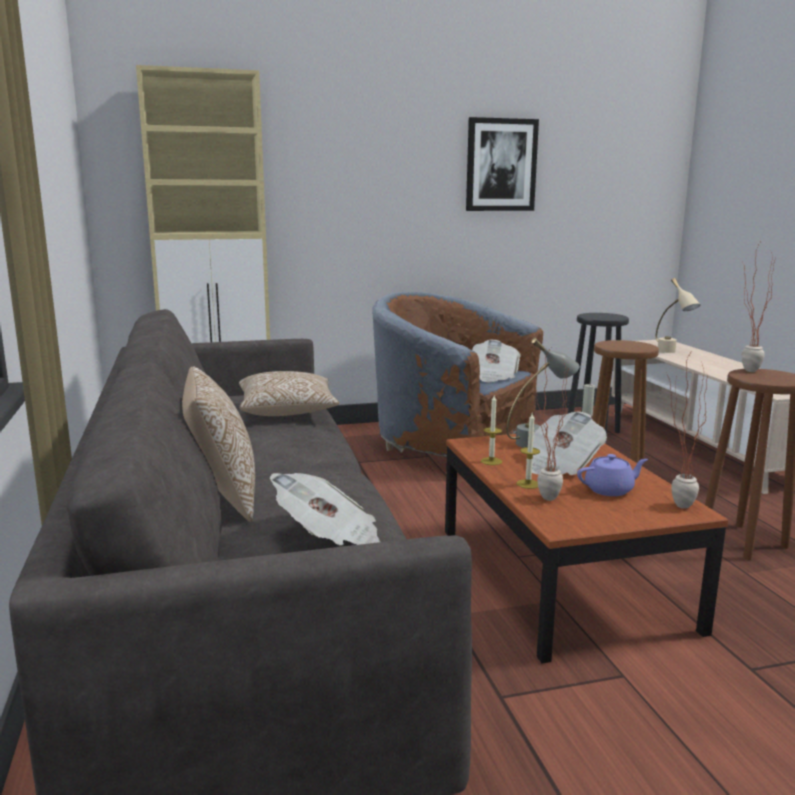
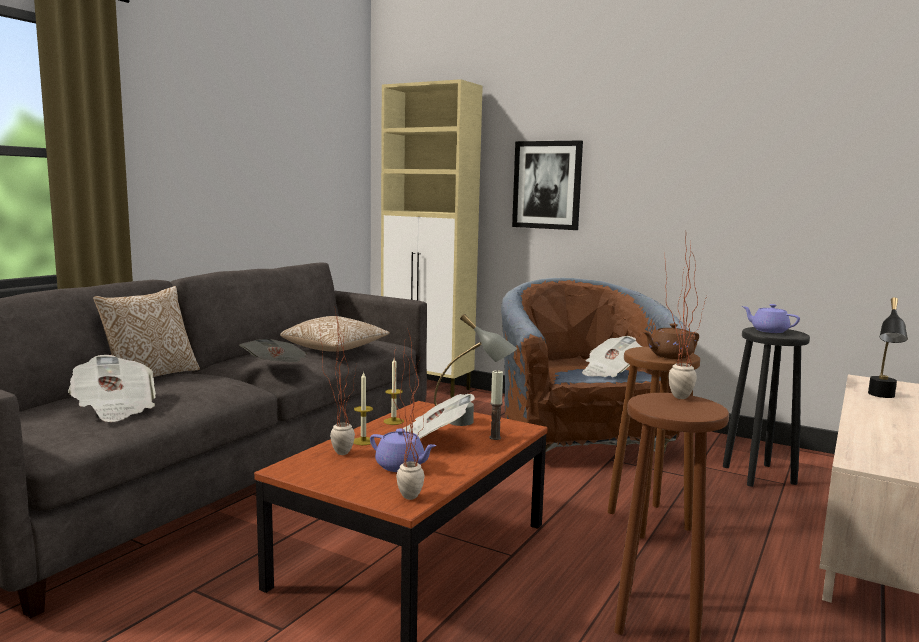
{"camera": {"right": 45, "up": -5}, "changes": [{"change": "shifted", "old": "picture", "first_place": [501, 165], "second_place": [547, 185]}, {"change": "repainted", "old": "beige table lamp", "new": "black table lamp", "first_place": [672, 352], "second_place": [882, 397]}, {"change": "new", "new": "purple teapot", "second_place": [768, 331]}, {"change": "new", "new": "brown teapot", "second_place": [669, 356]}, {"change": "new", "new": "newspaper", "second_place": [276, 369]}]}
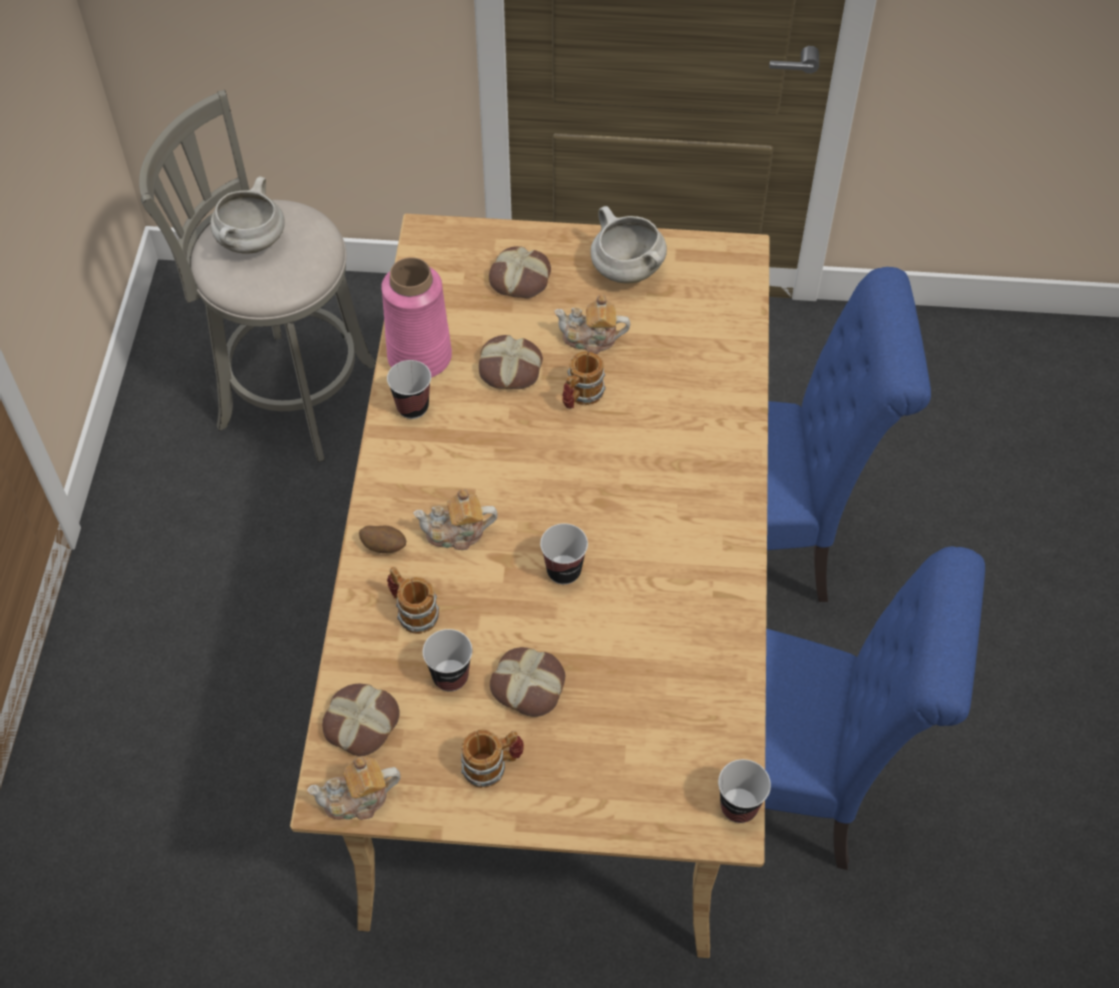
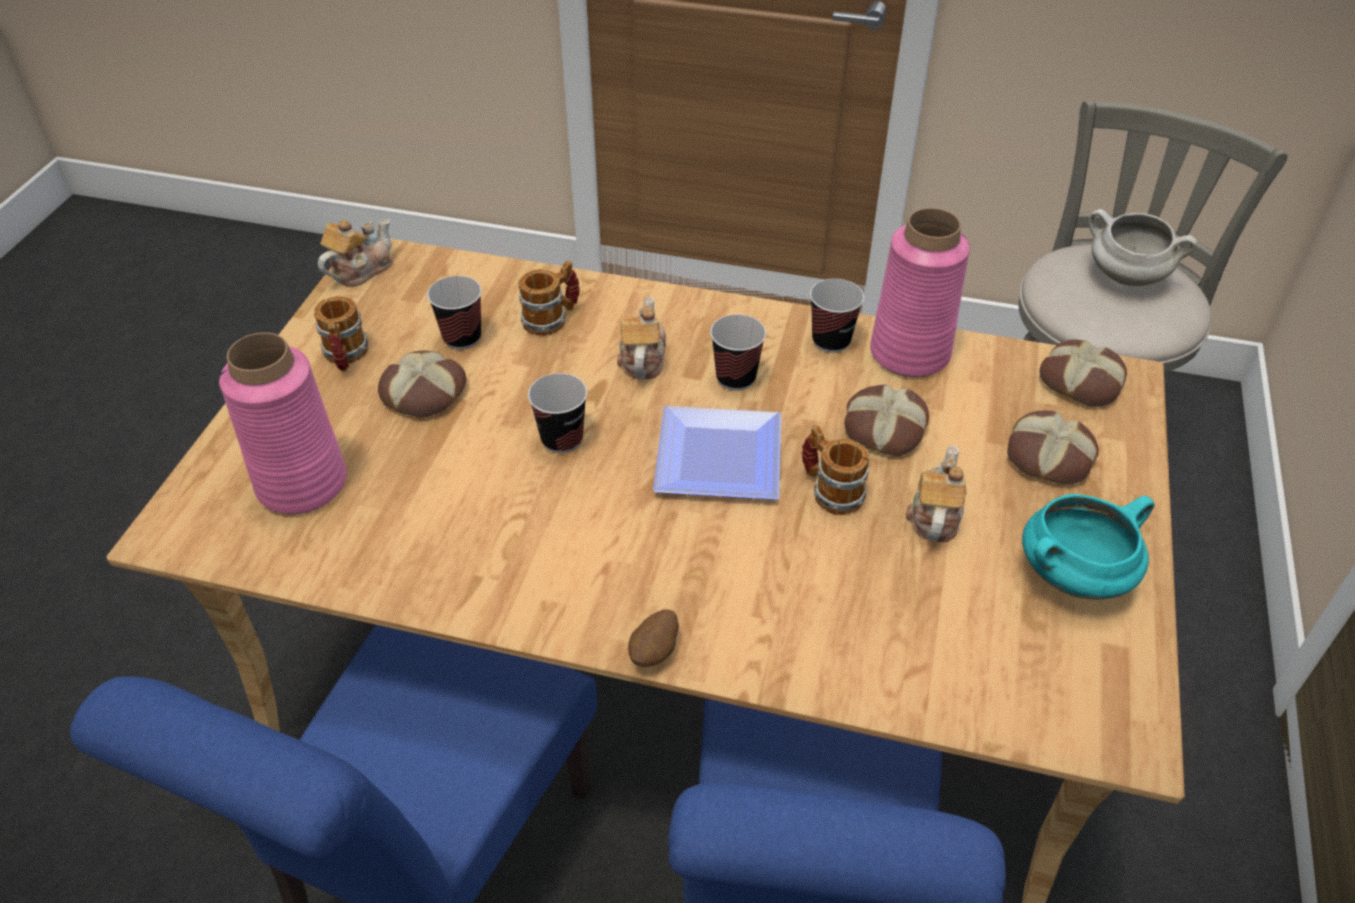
{"camera": {"right": 100, "up": -10}, "changes": [{"change": "repainted", "old": "white cooking pot", "new": "turquoise cooking pot", "first_place": [625, 270], "second_place": [1074, 575]}, {"change": "shifted", "old": "potato", "first_place": [384, 546], "second_place": [655, 652]}, {"change": "shifted", "old": "bread", "first_place": [360, 722], "second_place": [1082, 380]}, {"change": "rotated", "old": "teapot", "first_place": [357, 799], "second_place": [360, 270], "degrees": 45}, {"change": "shifted", "old": "cup", "first_place": [739, 806], "second_place": [735, 378]}, {"change": "new", "new": "pink vase", "second_place": [302, 484]}, {"change": "new", "new": "plate", "second_place": [723, 454]}]}
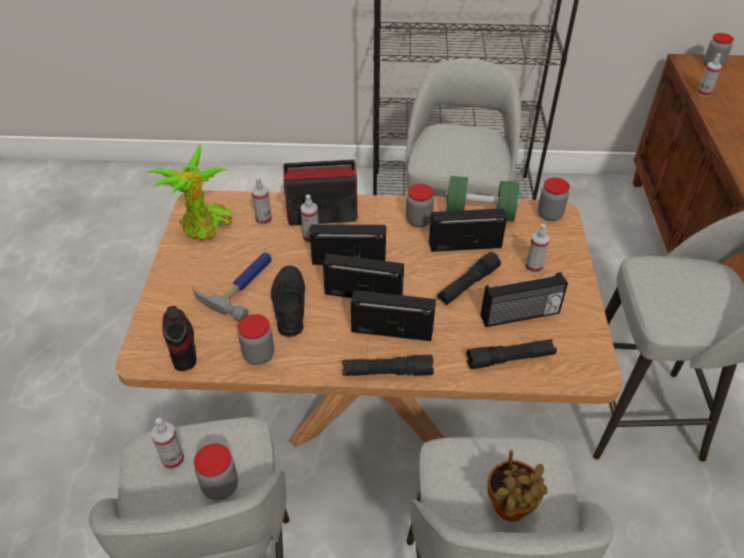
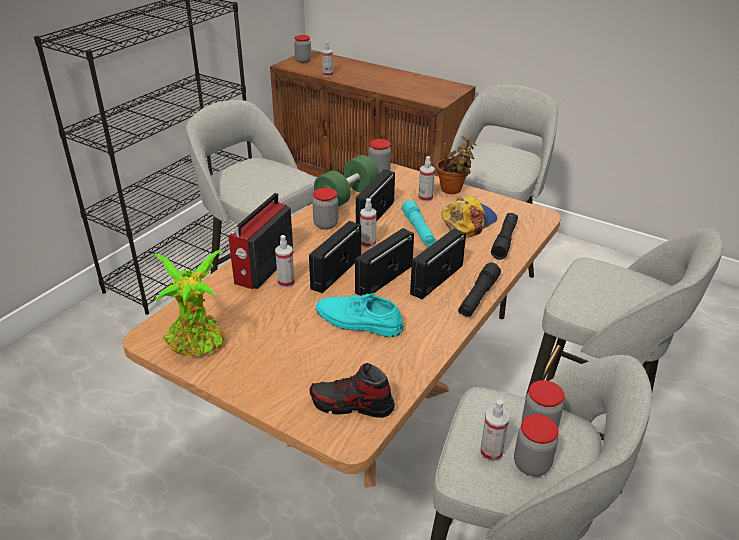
{"camera": {"right": -60, "up": -10}, "changes": [{"change": "shifted", "old": "spray bottle", "first_place": [263, 219], "second_place": [368, 243]}, {"change": "gone", "old": "hammer", "first_place": [240, 285]}, {"change": "repainted", "old": "black flashlight", "new": "turquoise flashlight", "first_place": [468, 285], "second_place": [418, 230]}, {"change": "repainted", "old": "black shoe", "new": "turquoise shoe", "first_place": [289, 303], "second_place": [358, 321]}, {"change": "swapped", "old": "radio", "new": "cap", "first_place": [520, 316], "second_place": [468, 221]}, {"change": "shifted", "old": "jar", "first_place": [259, 355], "second_place": [531, 464]}, {"change": "shifted", "old": "potted plant", "first_place": [509, 510], "second_place": [453, 190]}]}
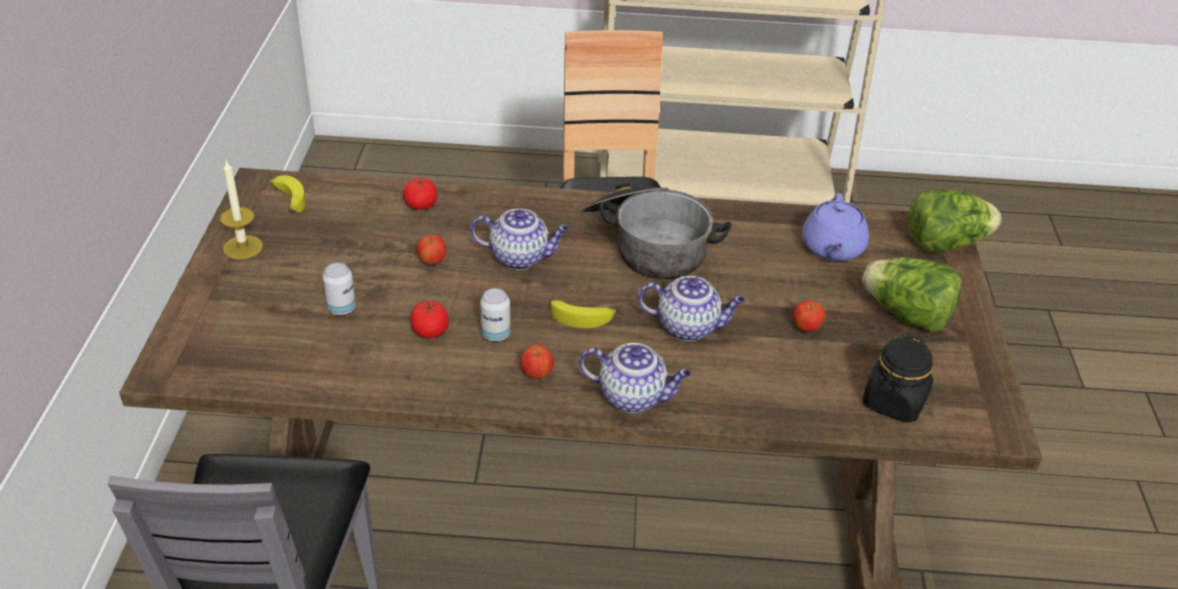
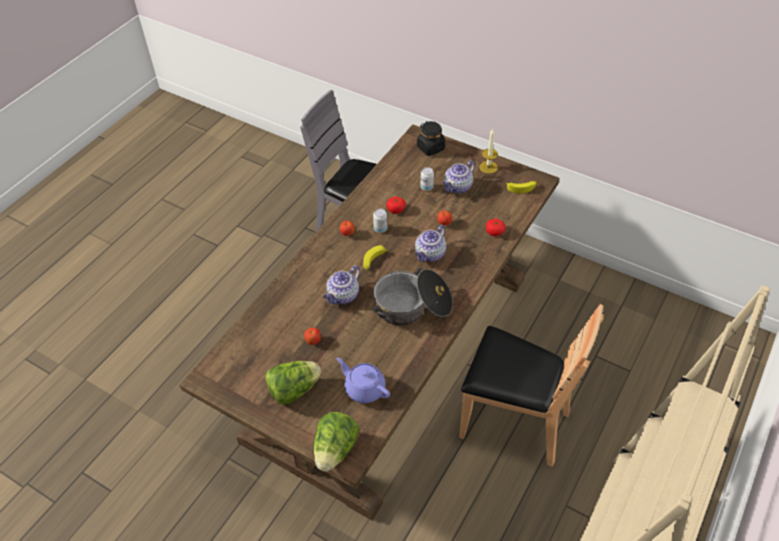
{"camera": {"right": 120, "up": 10}, "changes": [{"change": "shifted", "old": "black jar", "first_place": [894, 402], "second_place": [430, 148]}, {"change": "shifted", "old": "teapot", "first_place": [633, 397], "second_place": [458, 187]}]}
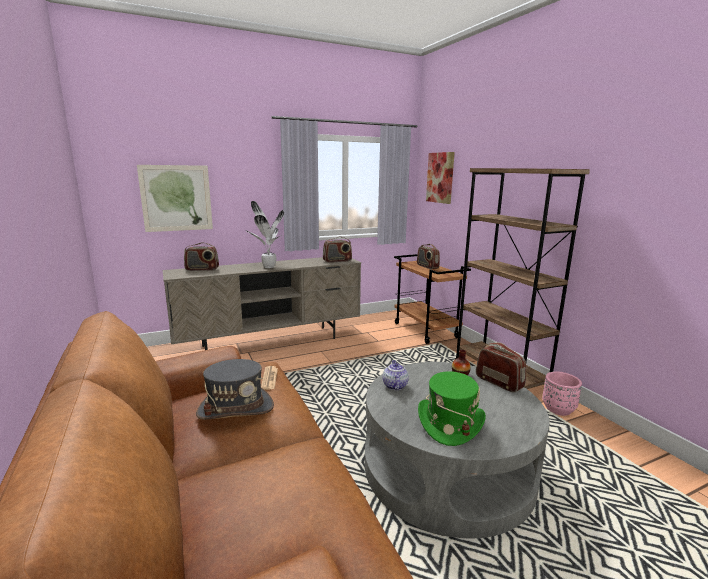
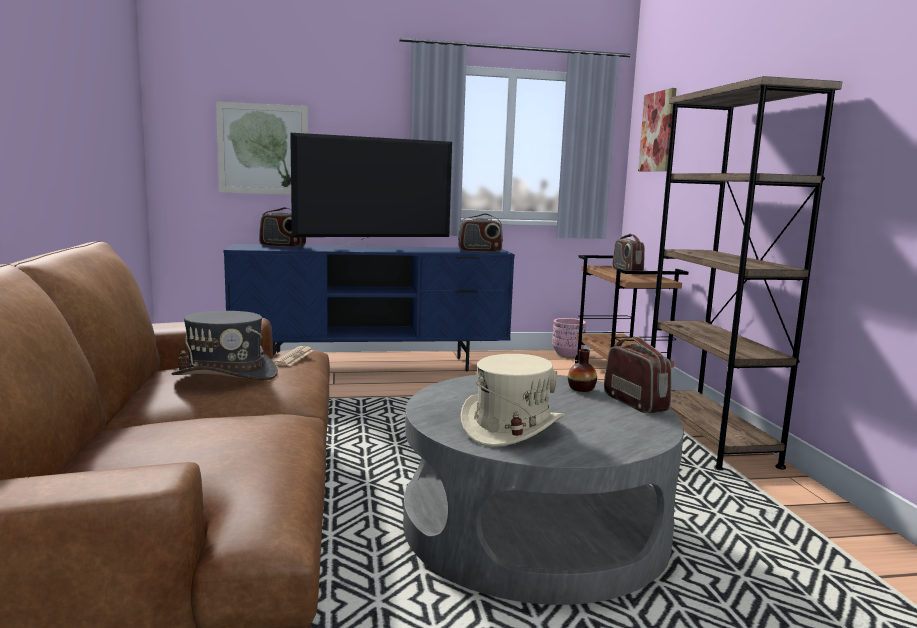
{"camera": {"right": 15, "up": -5}, "changes": [{"change": "swapped", "old": "potted plant", "new": "television", "first_place": [268, 266], "second_place": [373, 249]}, {"change": "repainted", "old": "beige tv stand", "new": "blue tv stand", "first_place": [271, 342], "second_place": [373, 365]}, {"change": "gone", "old": "teapot", "first_place": [394, 385]}, {"change": "repainted", "old": "green hat", "new": "beige hat", "first_place": [449, 423], "second_place": [511, 428]}, {"change": "shifted", "old": "pink planter", "first_place": [558, 409], "second_place": [567, 353]}]}
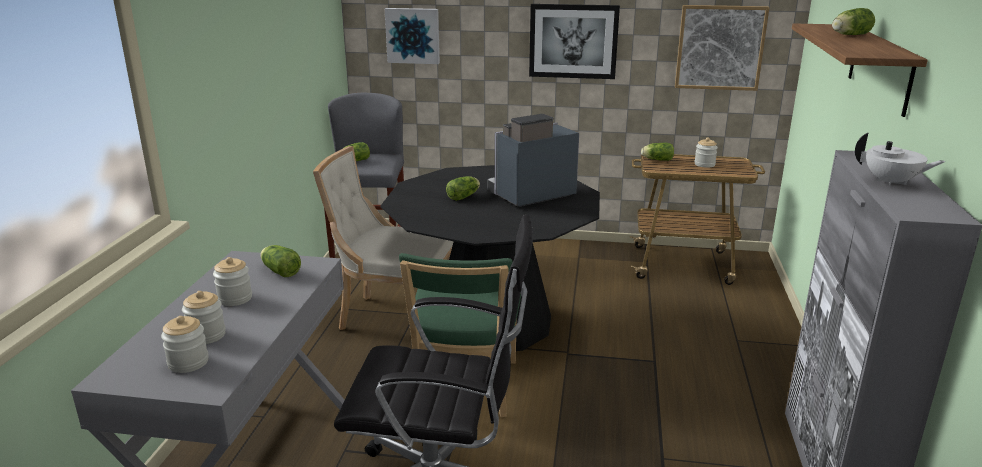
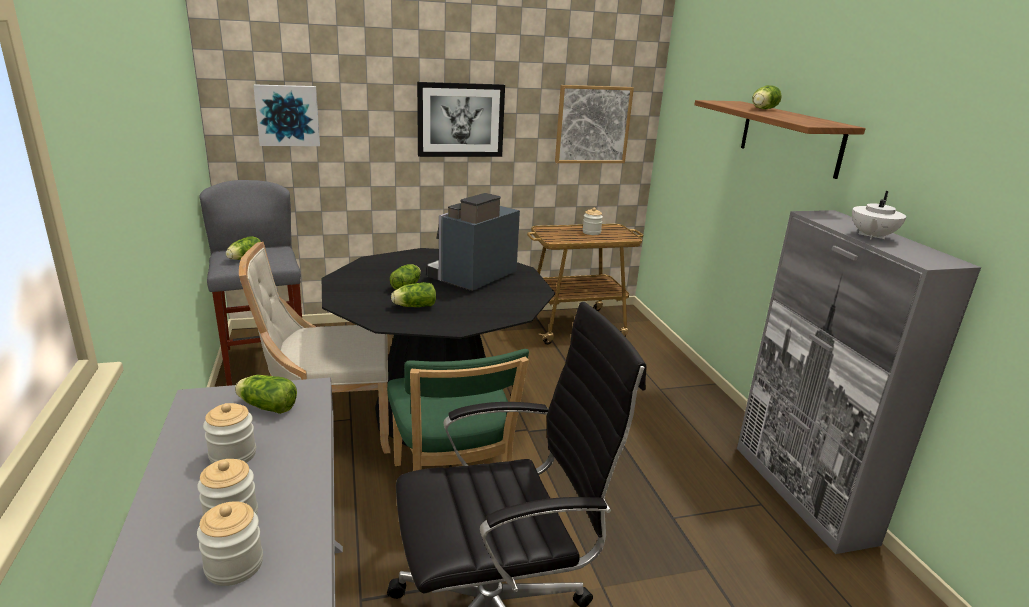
{"camera": {"right": -25, "up": 0}, "changes": [{"change": "rotated", "old": "white teapot", "first_place": [891, 182], "second_place": [871, 236], "degrees": 120}, {"change": "shifted", "old": "lettuce", "first_place": [656, 159], "second_place": [413, 306]}]}
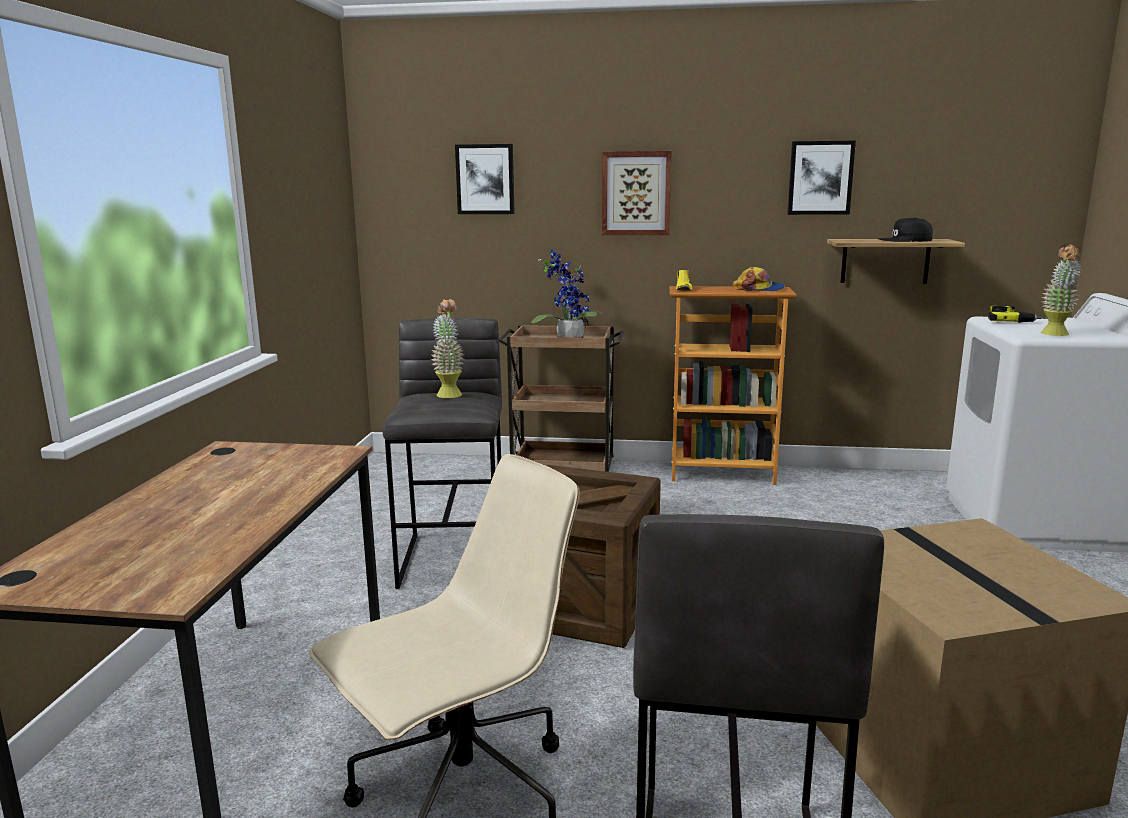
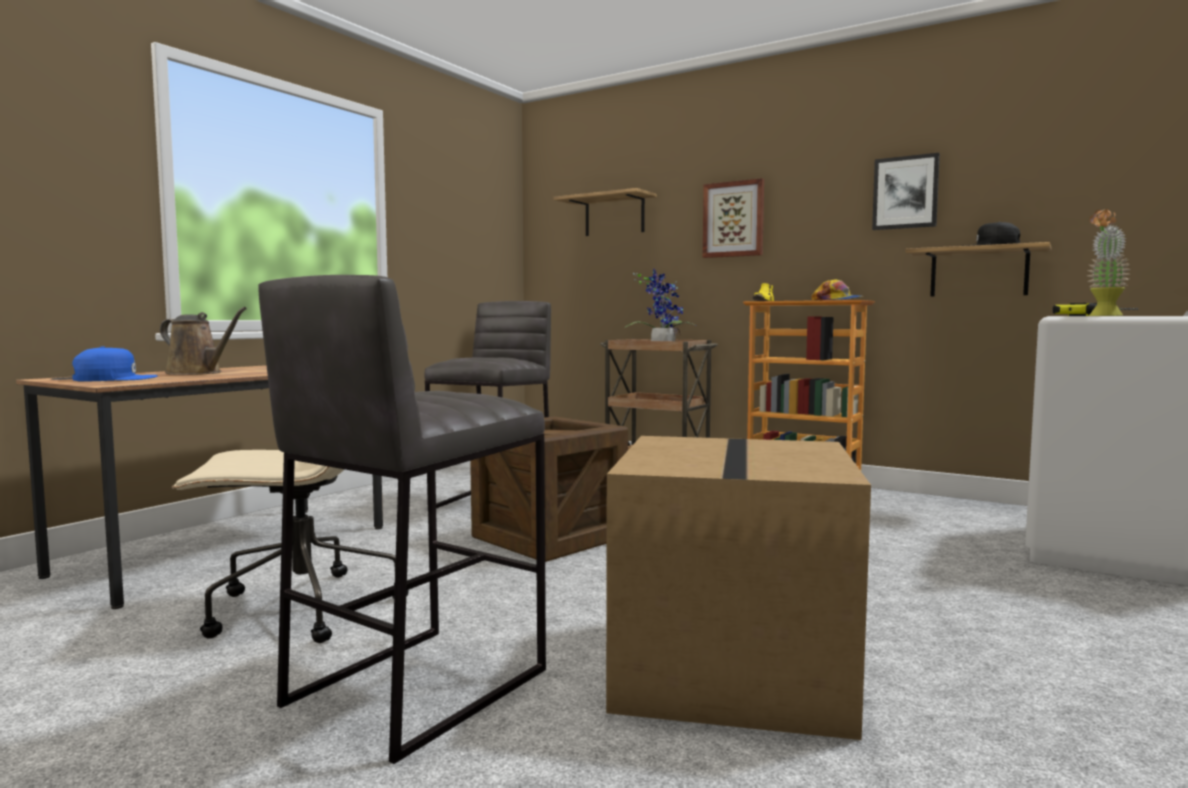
{"camera": {"right": 25, "up": -10}, "changes": [{"change": "swapped", "old": "picture", "new": "shelf", "first_place": [485, 179], "second_place": [614, 216]}, {"change": "gone", "old": "potted plant", "first_place": [449, 393]}, {"change": "new", "new": "brown watering can", "second_place": [198, 373]}, {"change": "new", "new": "blue cap", "second_place": [114, 379]}]}
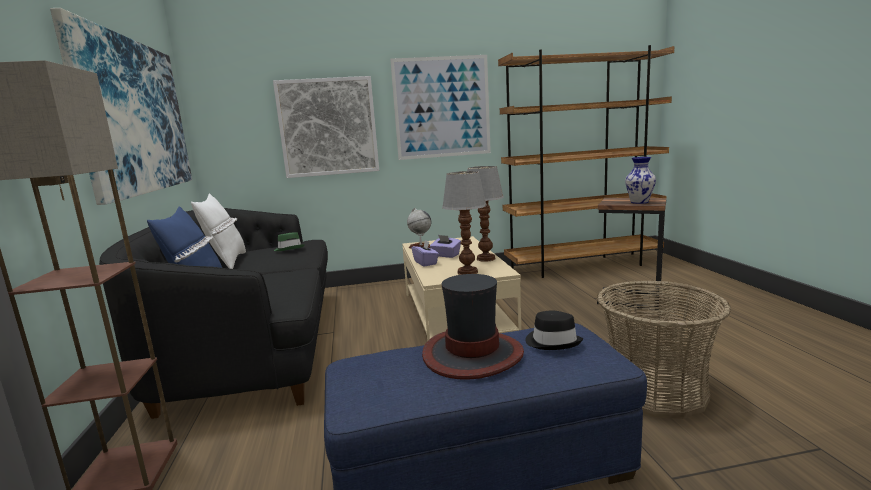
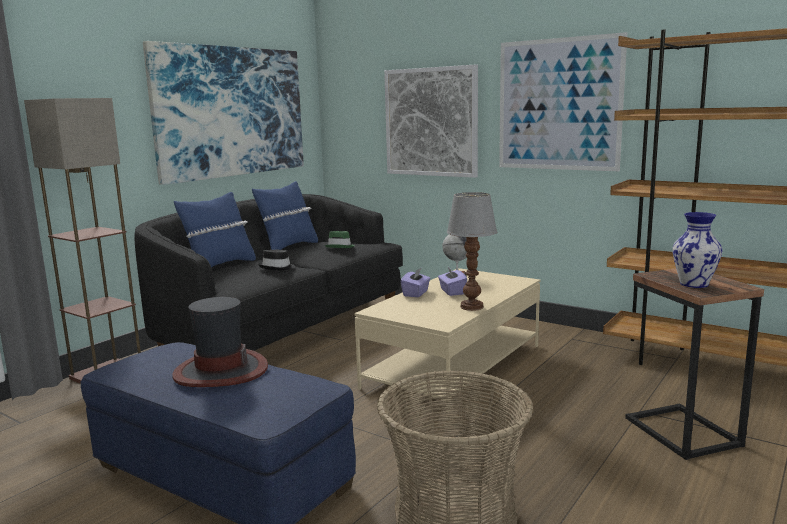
{"camera": {"right": 45, "up": 0}, "changes": [{"change": "gone", "old": "table lamp", "first_place": [468, 272]}, {"change": "repainted", "old": "white pillow", "new": "blue pillow", "first_place": [226, 262], "second_place": [288, 247]}, {"change": "shifted", "old": "black hat", "first_place": [553, 341], "second_place": [278, 268]}]}
